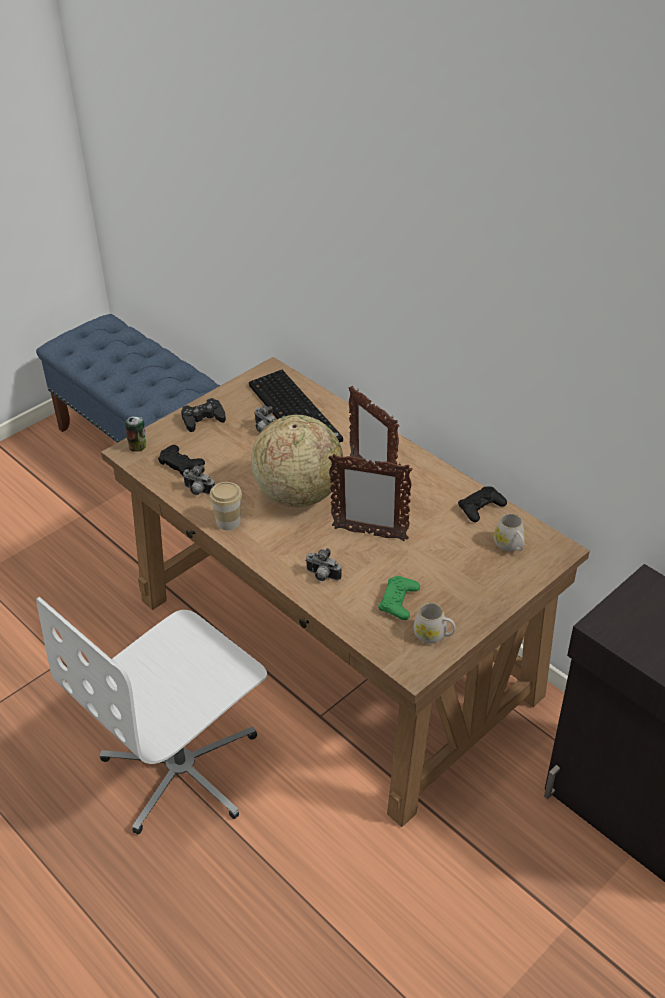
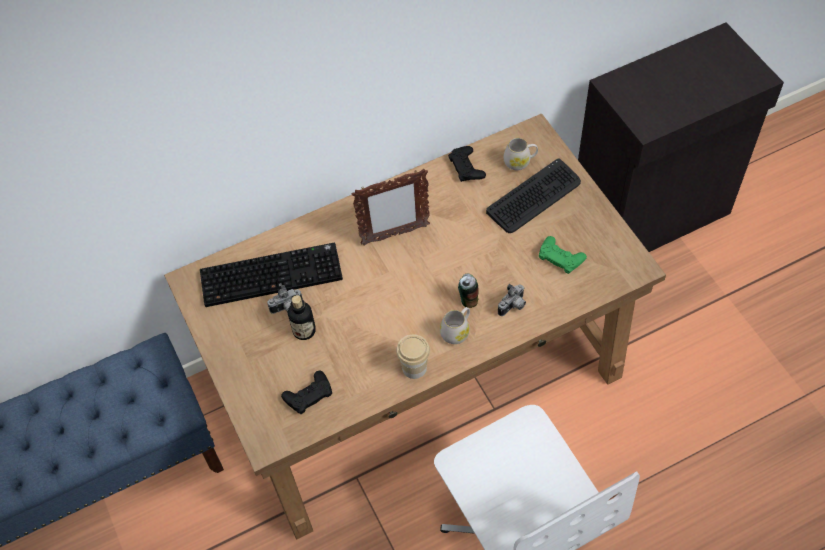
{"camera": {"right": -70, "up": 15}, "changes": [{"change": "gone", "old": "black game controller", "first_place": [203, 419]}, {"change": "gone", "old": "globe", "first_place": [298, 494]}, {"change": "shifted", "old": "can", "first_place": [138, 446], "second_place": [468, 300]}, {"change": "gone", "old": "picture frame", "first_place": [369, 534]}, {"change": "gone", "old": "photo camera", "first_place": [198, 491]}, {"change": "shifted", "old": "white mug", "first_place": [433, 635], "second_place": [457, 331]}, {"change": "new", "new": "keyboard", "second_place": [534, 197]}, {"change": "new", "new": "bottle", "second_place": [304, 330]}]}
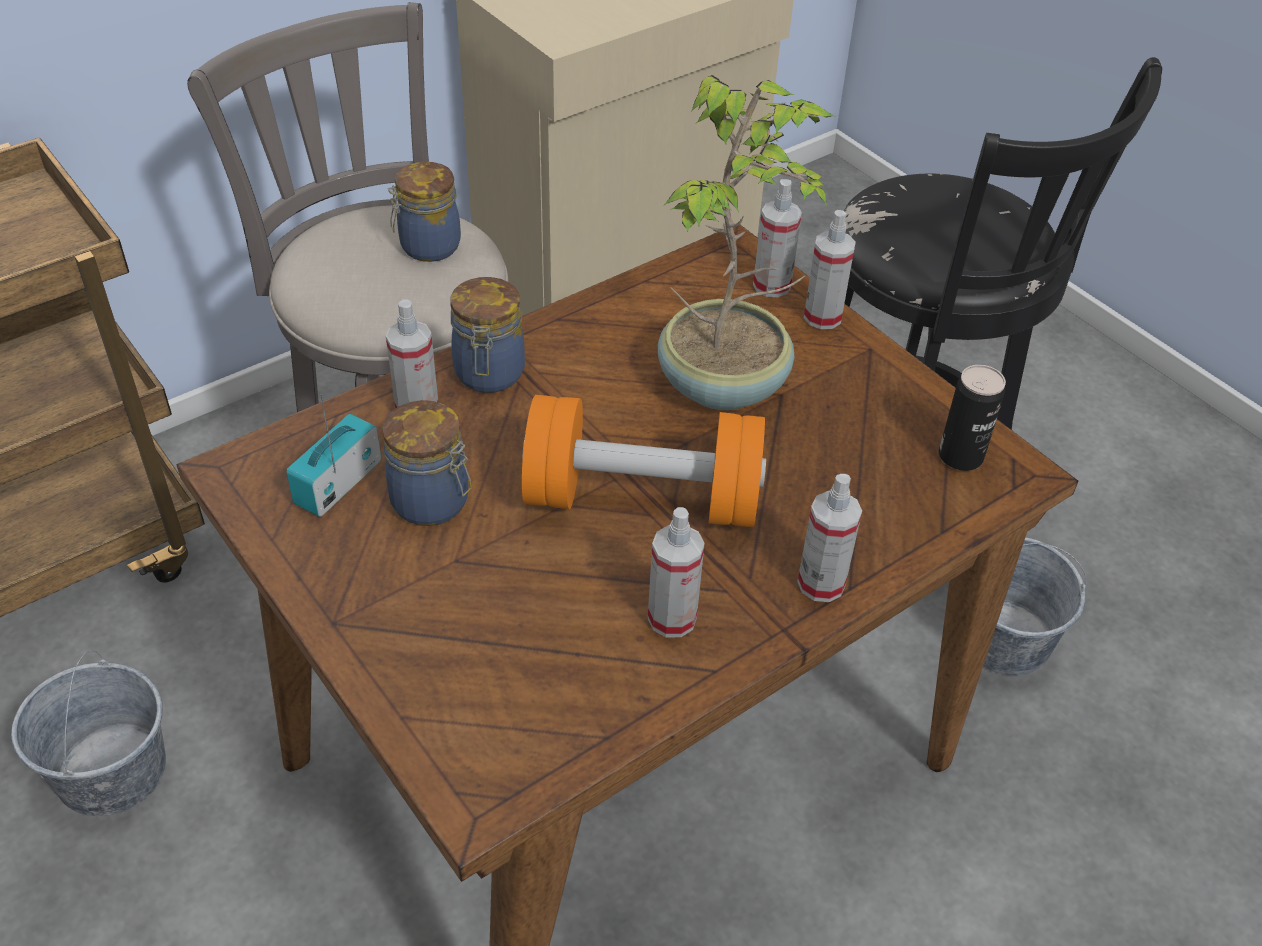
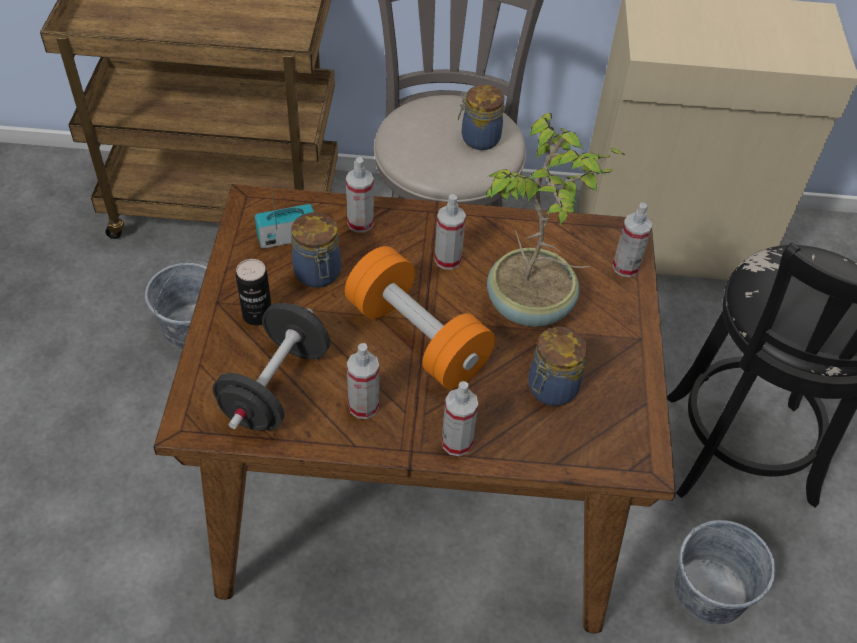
{"camera": {"right": 40, "up": 5}, "changes": [{"change": "shifted", "old": "spray bottle", "first_place": [822, 317], "second_place": [448, 259]}, {"change": "shifted", "old": "jar", "first_place": [489, 375], "second_place": [550, 389]}, {"change": "shifted", "old": "can", "first_place": [960, 456], "second_place": [257, 315]}, {"change": "new", "new": "black dumbbell", "second_place": [275, 387]}]}
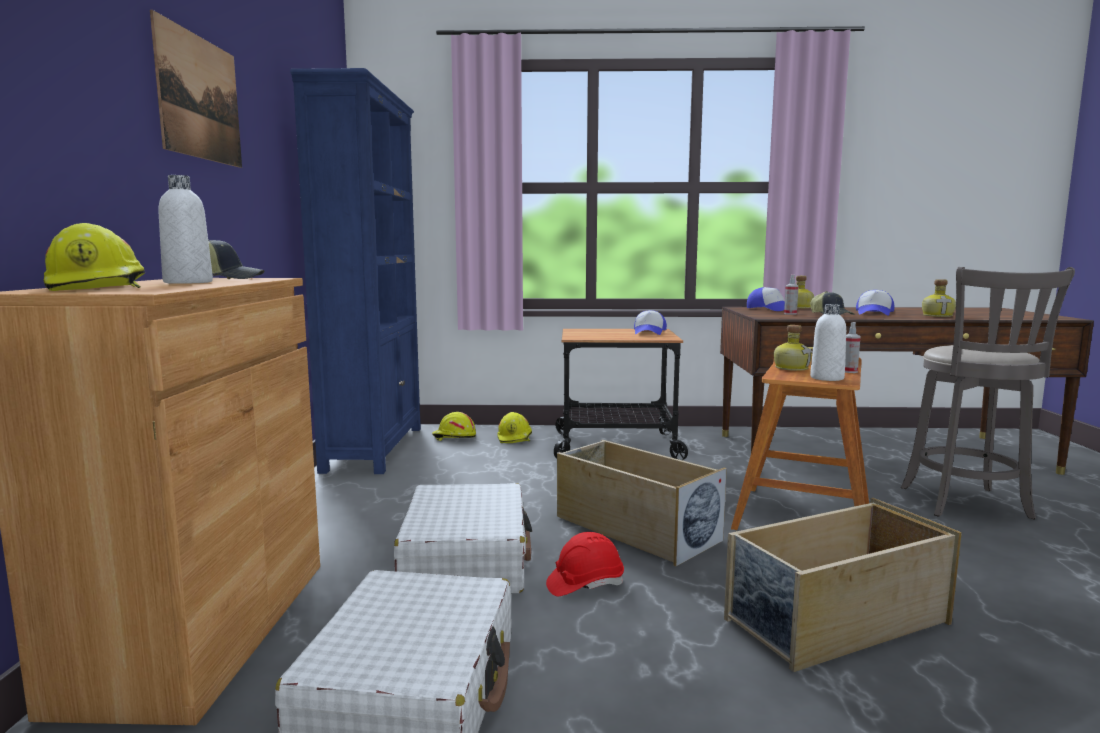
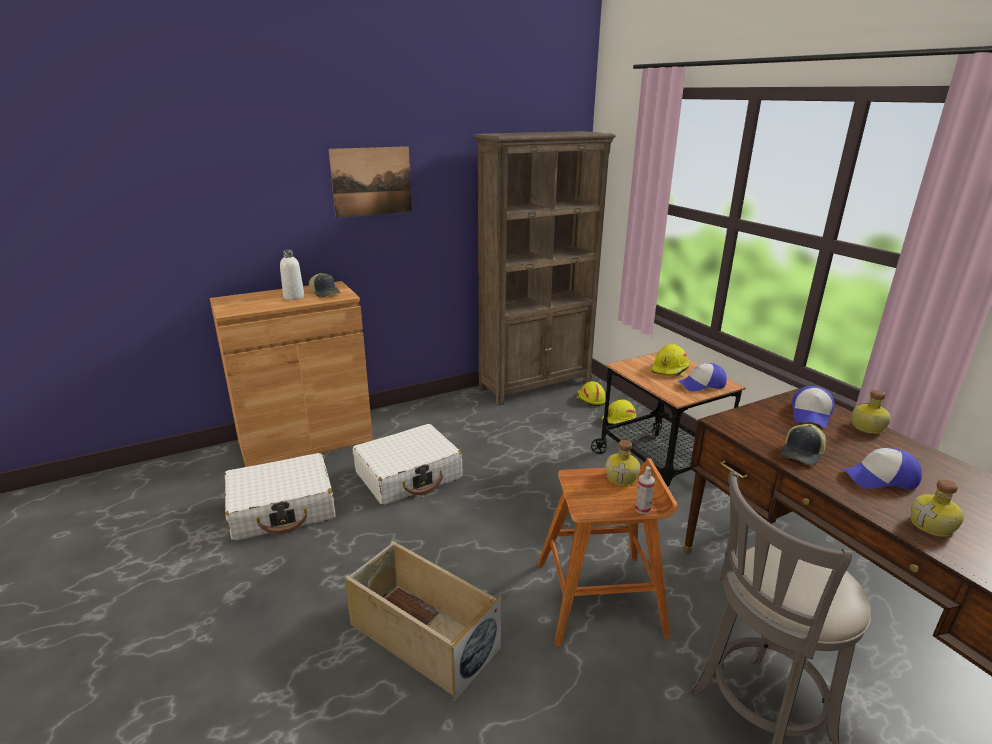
{"camera": {"right": 60, "up": 15}, "changes": [{"change": "repainted", "old": "blue bookcase", "new": "brown bookcase", "first_place": [375, 448], "second_place": [536, 385]}, {"change": "shifted", "old": "yellow hard hat", "first_place": [98, 287], "second_place": [670, 370]}, {"change": "gone", "old": "spray bottle", "first_place": [790, 314]}, {"change": "gone", "old": "white bottle", "first_place": [827, 378]}, {"change": "gone", "old": "beige storage box", "first_place": [634, 528]}, {"change": "gone", "old": "red hard hat", "first_place": [585, 584]}]}
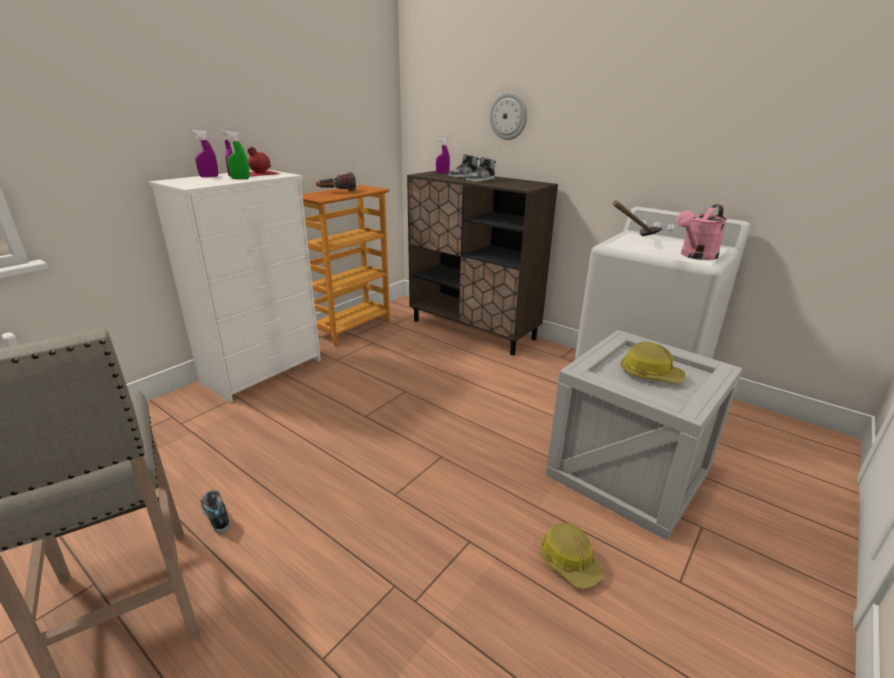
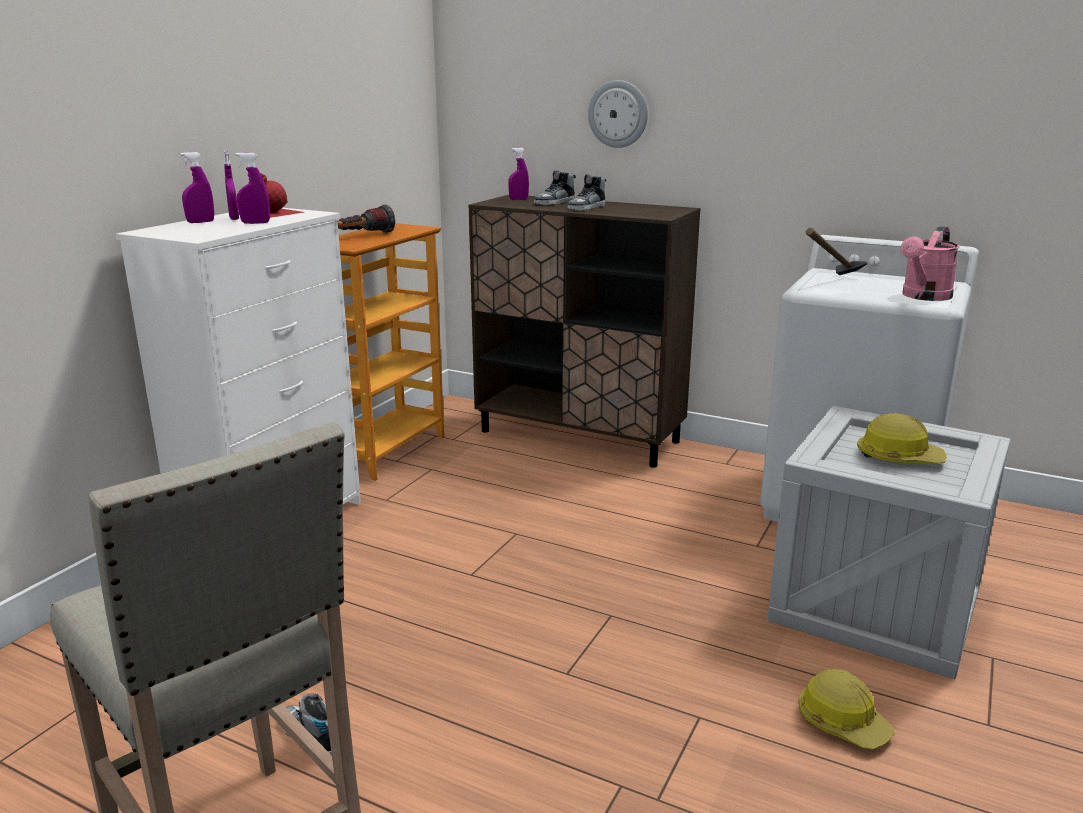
{"camera": {"right": -10, "up": -5}, "changes": [{"change": "repainted", "old": "green spray bottle", "new": "purple spray bottle", "first_place": [240, 179], "second_place": [255, 223]}]}
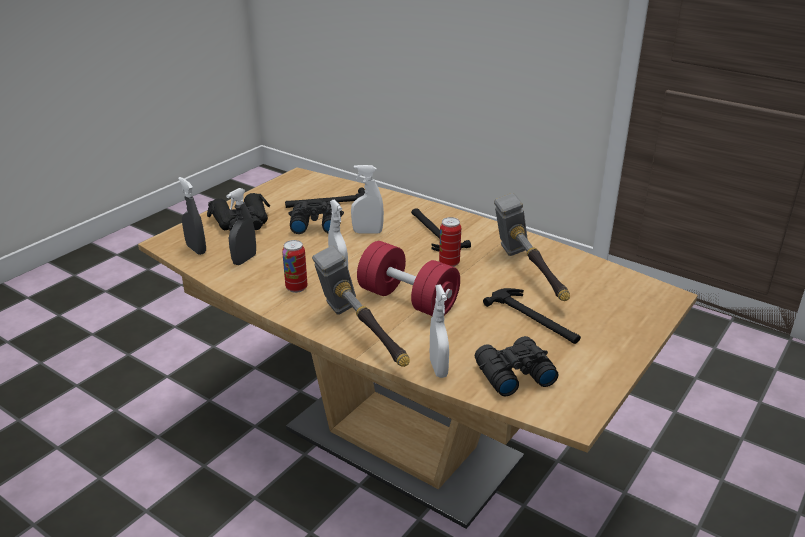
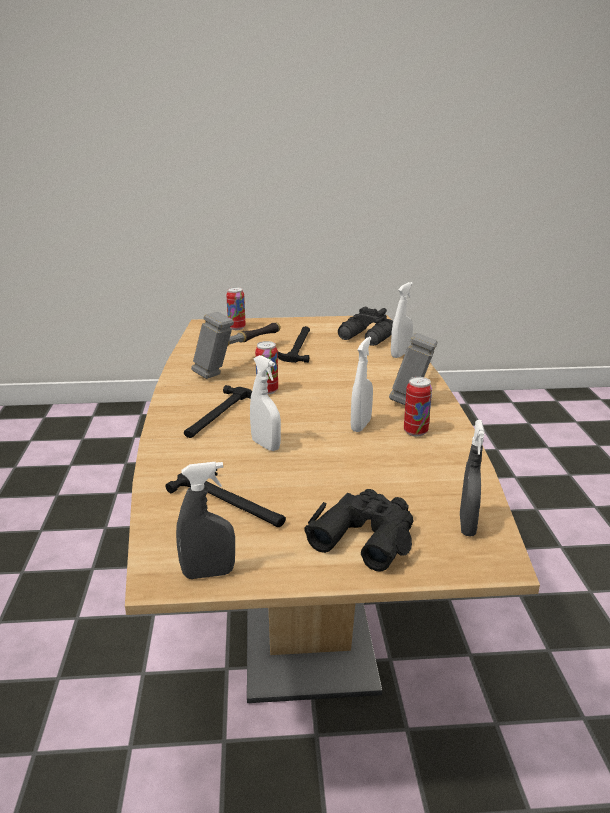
{"camera": {"right": -130, "up": -5}, "changes": [{"change": "shifted", "old": "grey spray bottle", "first_place": [244, 260], "second_place": [208, 573]}, {"change": "gone", "old": "black binoculars", "first_place": [315, 224]}, {"change": "gone", "old": "red dumbbell", "first_place": [408, 300]}, {"change": "new", "new": "can", "second_place": [236, 328]}]}
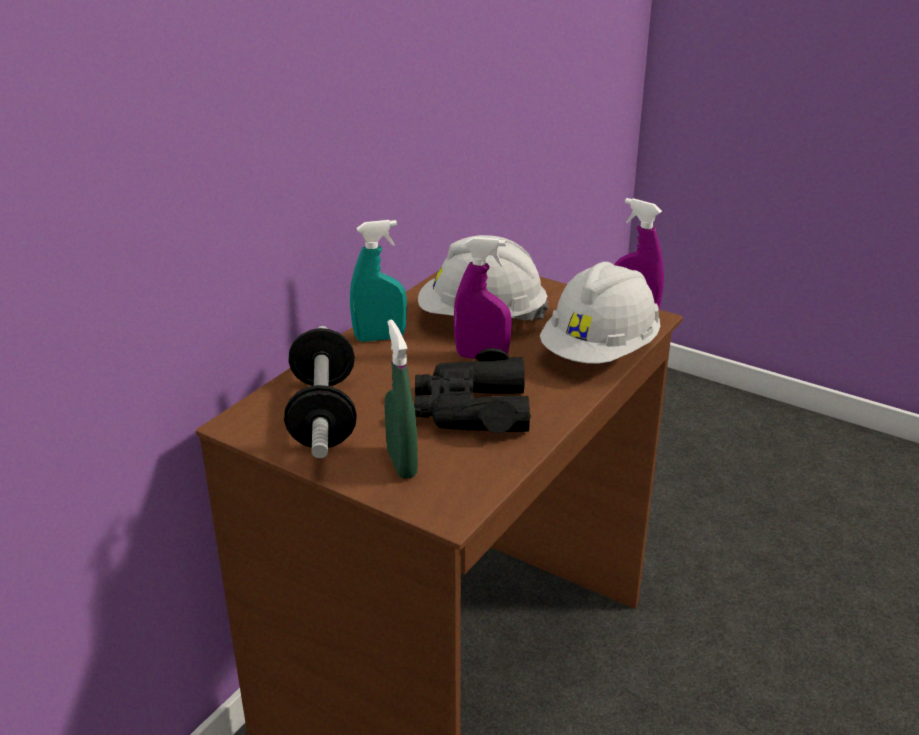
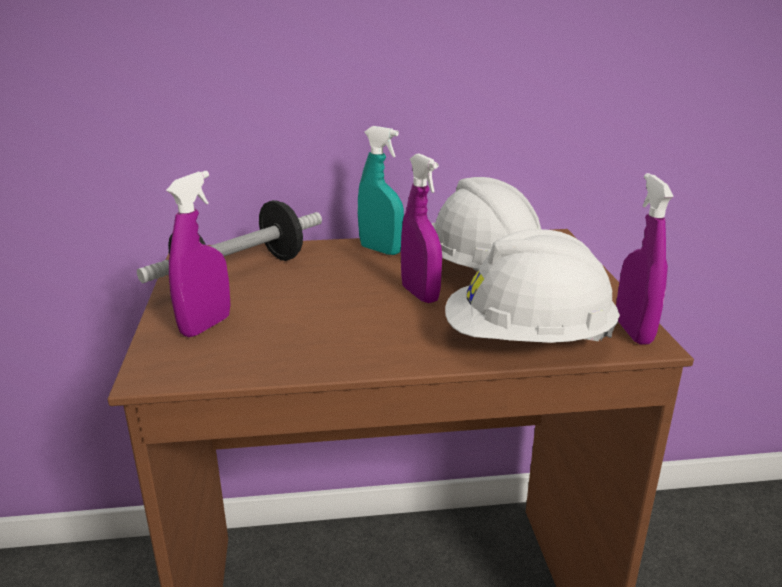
{"camera": {"right": 50, "up": -5}, "changes": [{"change": "repainted", "old": "green spray bottle", "new": "purple spray bottle", "first_place": [402, 463], "second_place": [206, 326]}, {"change": "gone", "old": "black binoculars", "first_place": [471, 410]}]}
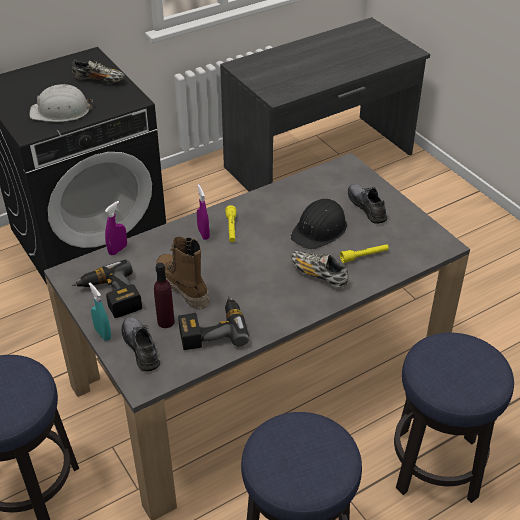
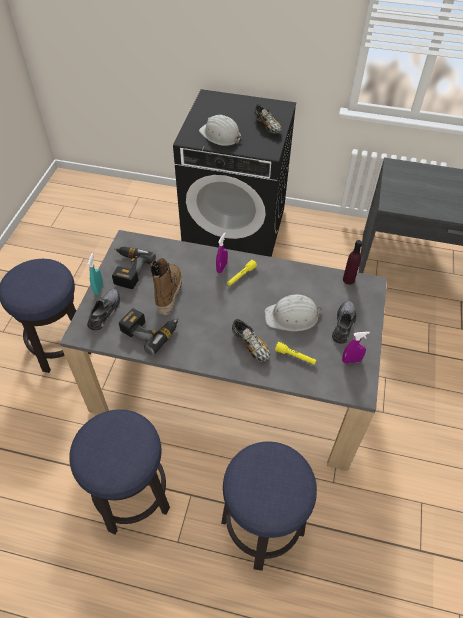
{"camera": {"right": 45, "up": 10}, "changes": [{"change": "repainted", "old": "black hard hat", "new": "white hard hat", "first_place": [320, 229], "second_place": [292, 316]}, {"change": "shifted", "old": "purple spray bottle", "first_place": [118, 250], "second_place": [351, 360]}, {"change": "rotated", "old": "shoe", "first_place": [318, 275], "second_place": [250, 345], "degrees": 150}, {"change": "shifted", "old": "purple bottle", "first_place": [166, 321], "second_place": [348, 279]}]}
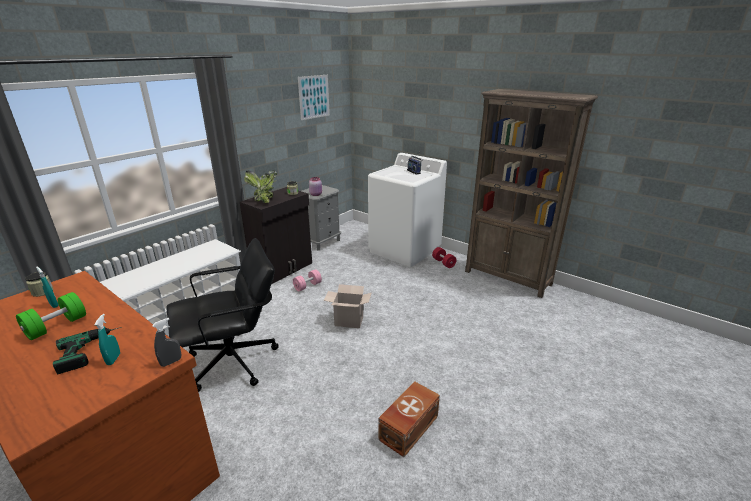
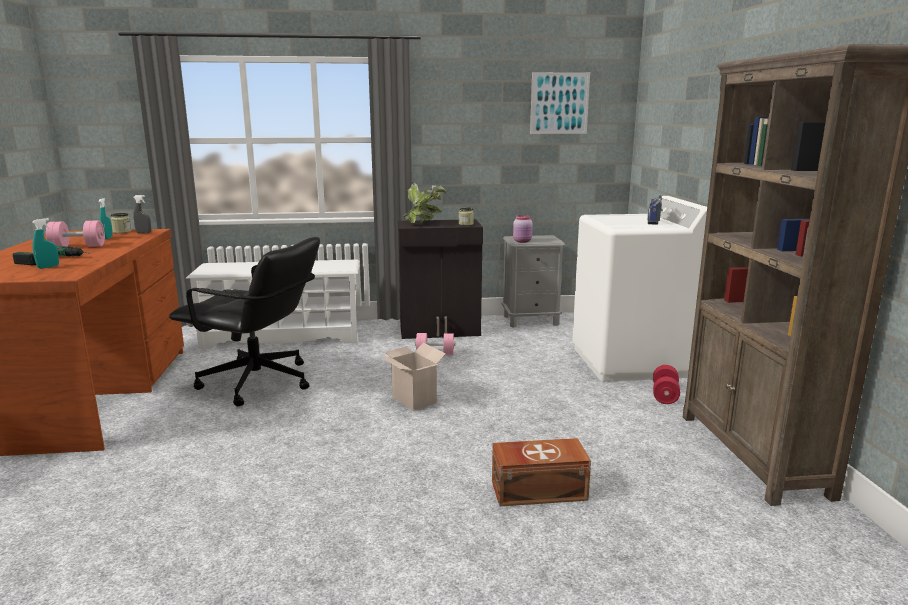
{"camera": {"right": 45, "up": -10}, "changes": [{"change": "repainted", "old": "green dumbbell", "new": "pink dumbbell", "first_place": [57, 326], "second_place": [78, 246]}, {"change": "shifted", "old": "grey spray bottle", "first_place": [171, 362], "second_place": [143, 233]}, {"change": "shifted", "old": "brown storage box", "first_place": [407, 428], "second_place": [537, 489]}]}
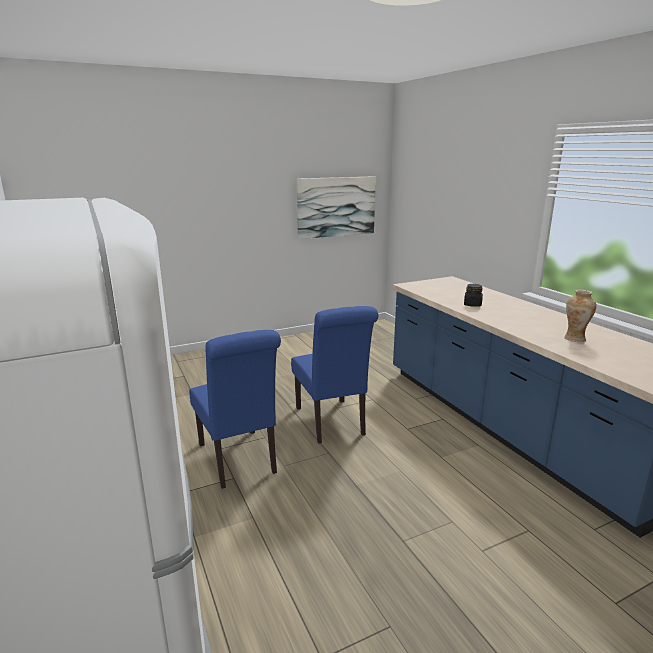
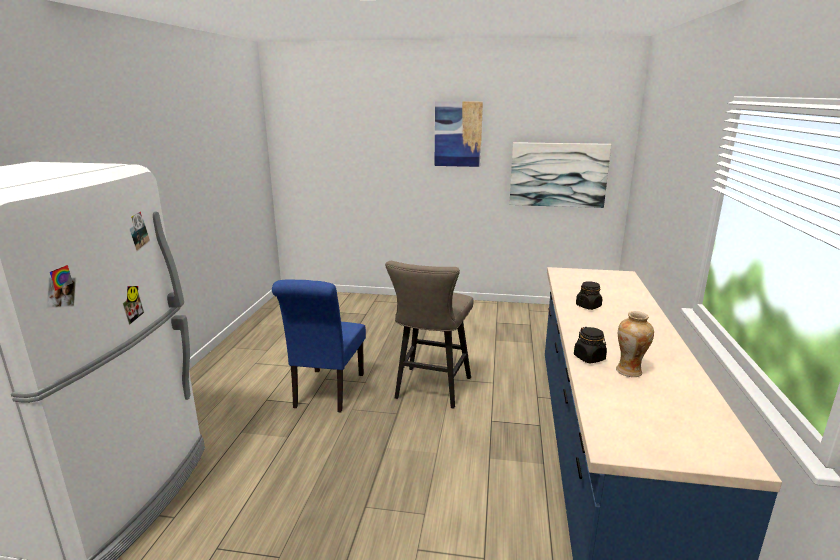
{"camera": {"right": 35, "up": 0}, "changes": [{"change": "swapped", "old": "blue chair", "new": "beige stool", "first_place": [332, 423], "second_place": [430, 390]}, {"change": "new", "new": "picture", "second_place": [458, 134]}, {"change": "new", "new": "black jar", "second_place": [589, 358]}]}
